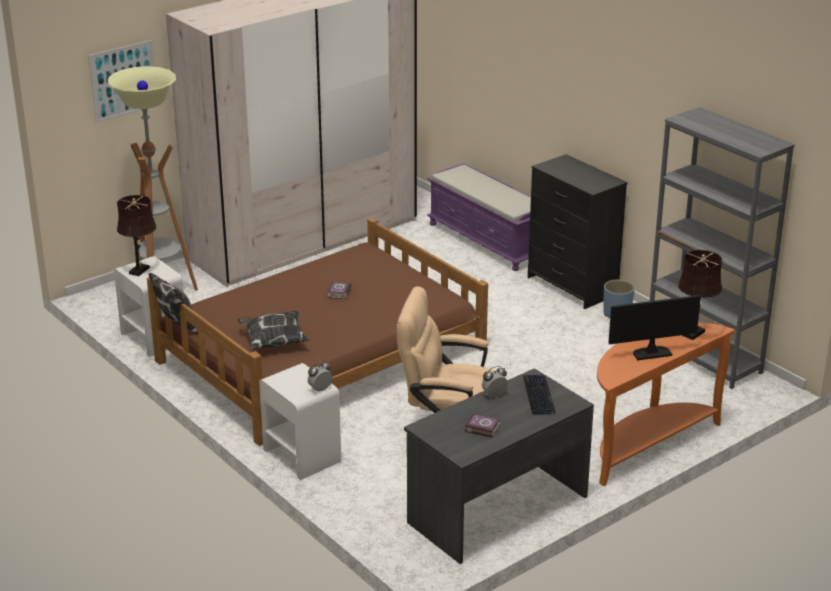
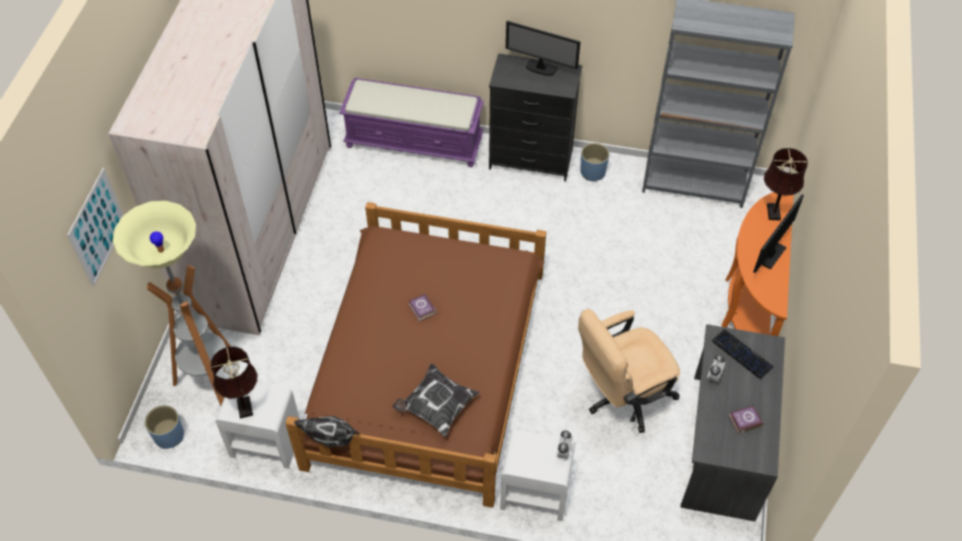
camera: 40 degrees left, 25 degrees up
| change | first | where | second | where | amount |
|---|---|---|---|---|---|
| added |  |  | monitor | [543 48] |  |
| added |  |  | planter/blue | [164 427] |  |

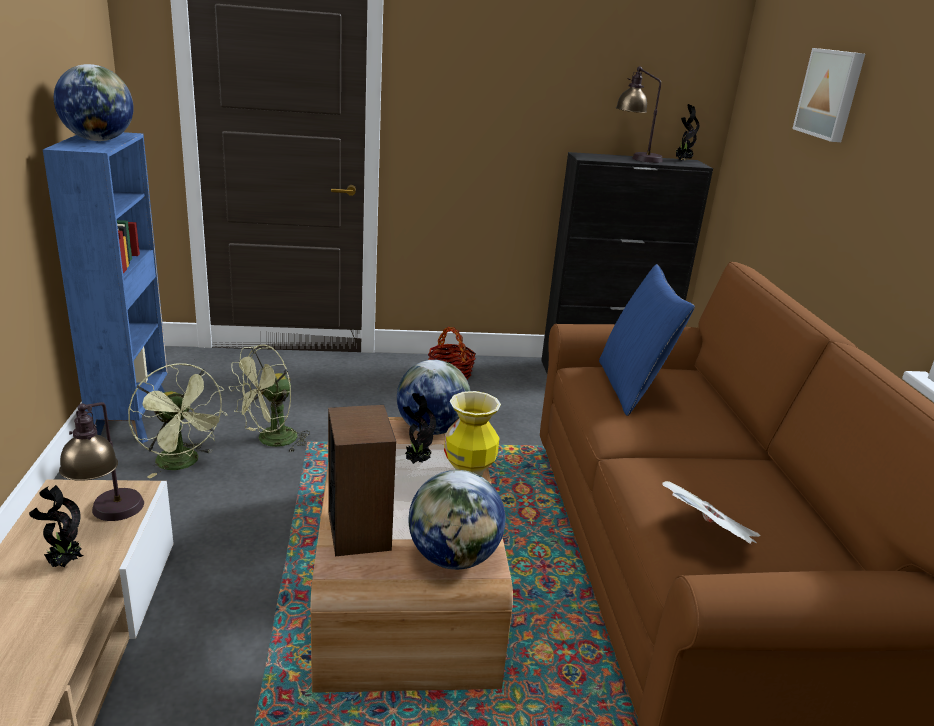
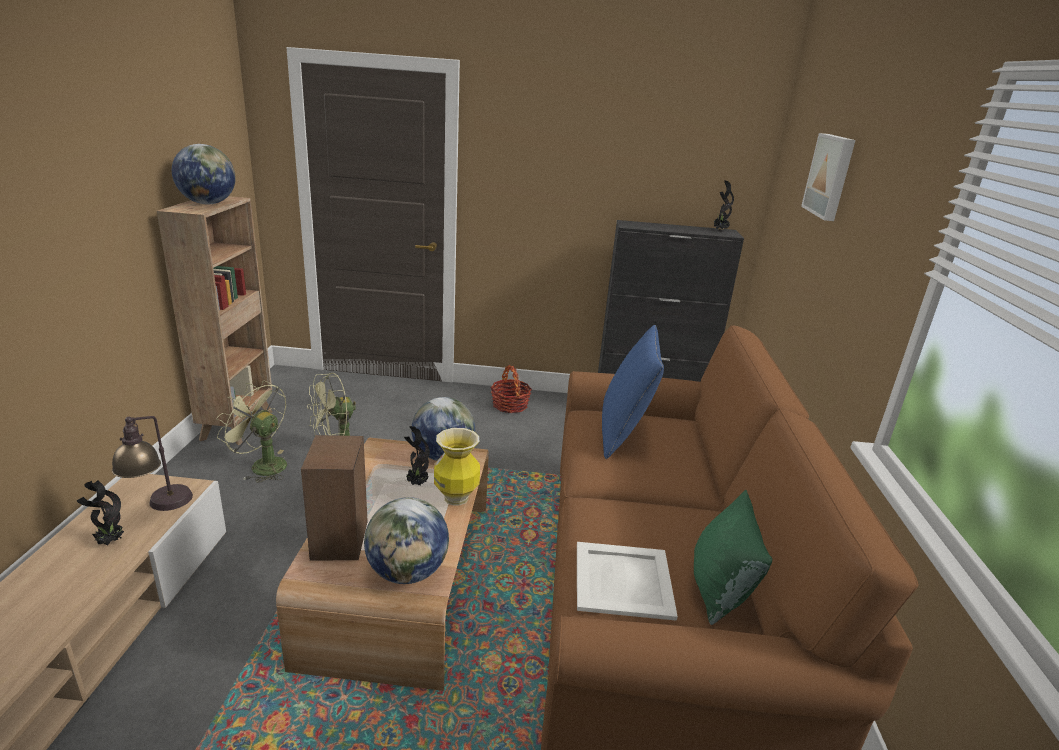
camera: 10 degrees right, 0 degrees up
| change | first | where | second | where | amount |
|---|---|---|---|---|---|
| removed | table lamp | [639 114] |  |  |  |
| recoloured | bookcase/blue | [105 287] | bookcase/brown | [215 320] |  |
| turned | fan/green | [178 421] |  | [251 432] | 150 degrees clockwise |
| replaced | newspaper | [711 512] | tray/white | [627 581] |  |
| added |  |  | pillow/green | [733 557] |  |

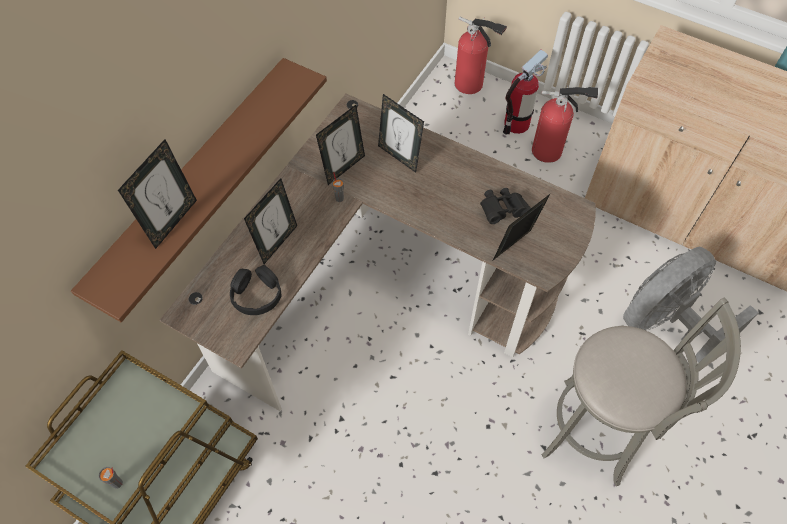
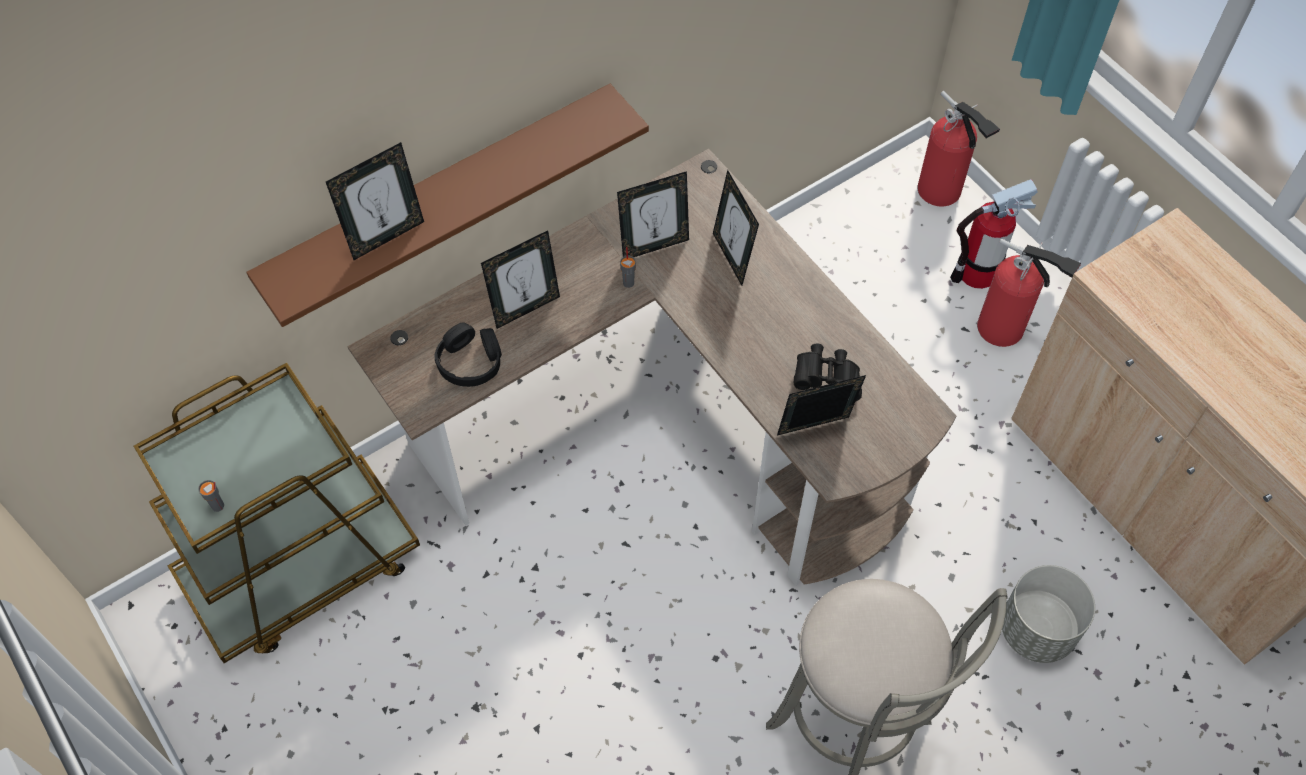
camera: 25 degrees right, 0 degrees up
| change | first | where | second | where | amount |
|---|---|---|---|---|---|
| replaced | fan/grey | [691 305] | planter/grey | [1048 614] |  |

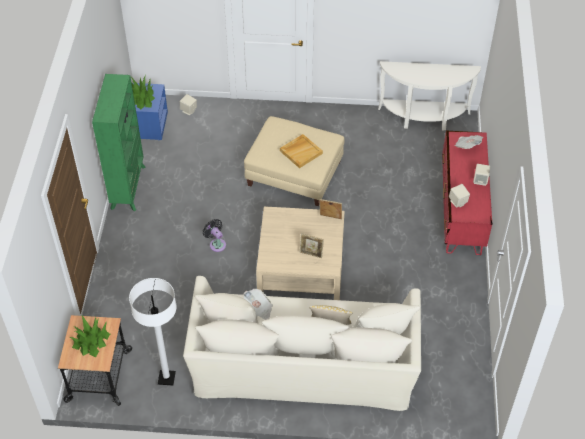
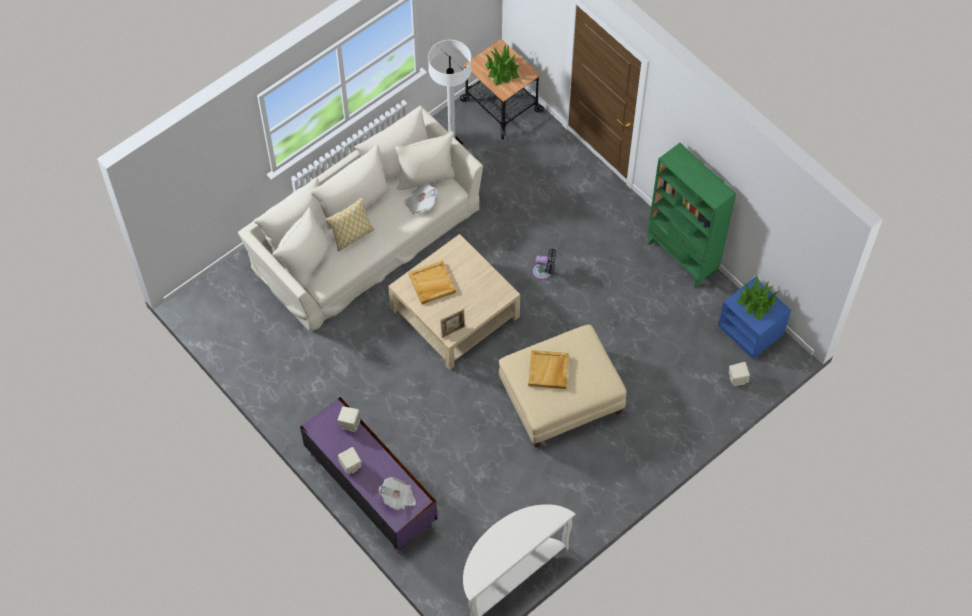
camera: 135 degrees right, 10 degrees up
| change | first | where | second | where | amount |
|---|---|---|---|---|---|
| recoloured | tv stand/red | [467 193] | tv stand/purple | [369 475] |  |
| replaced | picture frame | [312 245] | tray/beige | [432 282] |  |

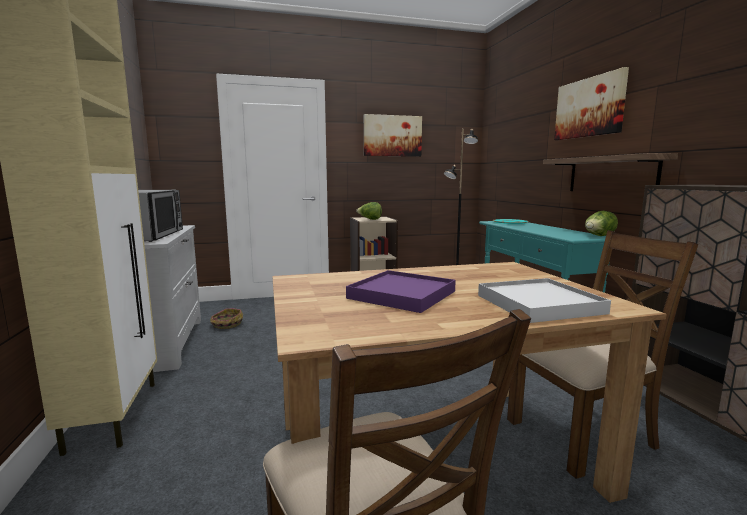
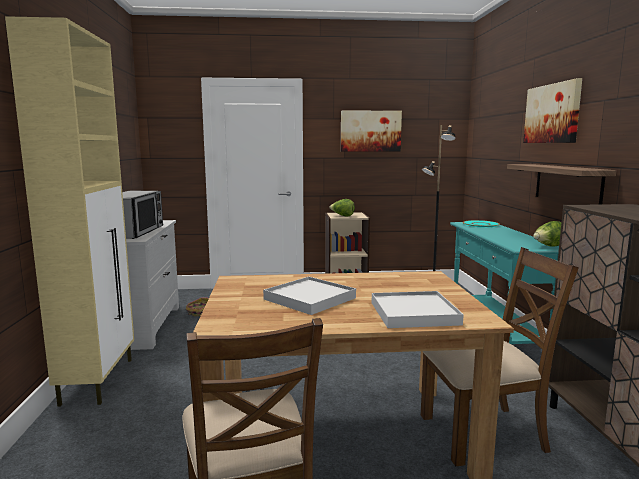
camera: 10 degrees right, 0 degrees up
| change | first | where | second | where | amount |
|---|---|---|---|---|---|
| recoloured | tray/purple | [401 291] | tray/white | [309 296] |  |

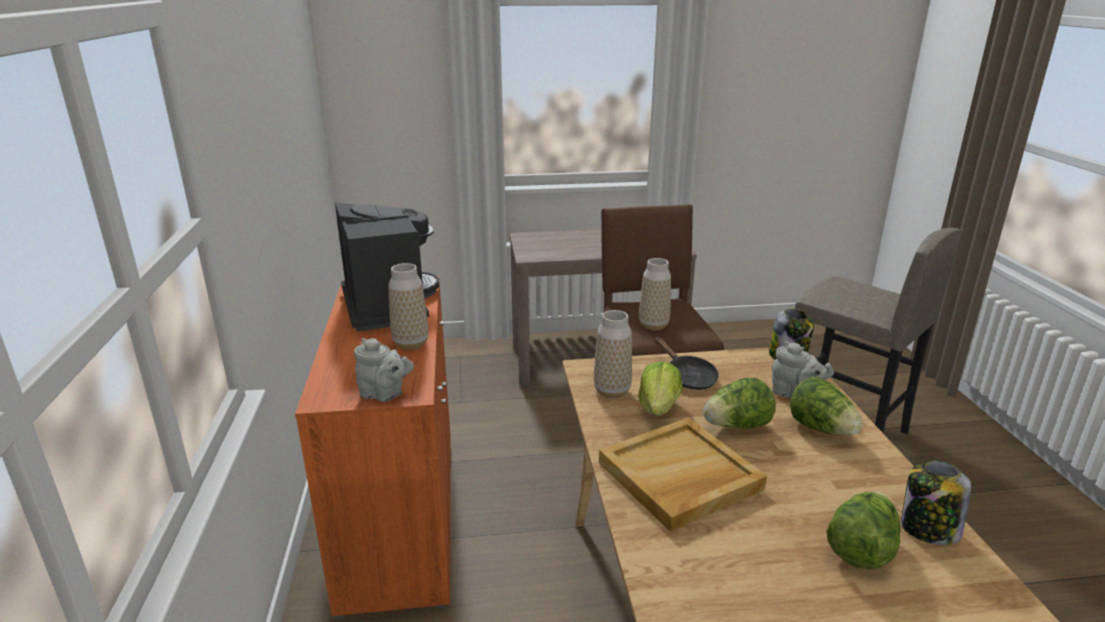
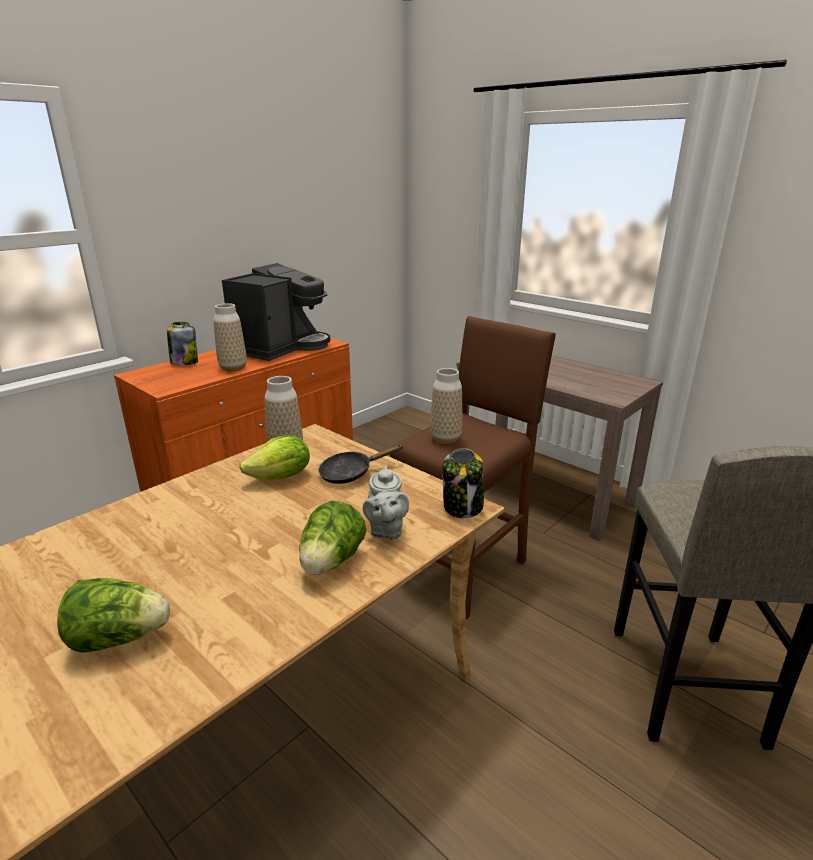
camera: 50 degrees right, 0 degrees up
| change | first | where | second | where | amount |
|---|---|---|---|---|---|
| turned | frying pan/black | [687 363] |  | [361 464] | 45 degrees clockwise |
| removed | teapot/grey | [384 370] |  |  |  |
| removed | lettuce | [739 403] |  |  |  |
| removed | tray/beige | [683 474] |  |  |  |
| moved | jar | [936 503] |  | [182 343] |  |

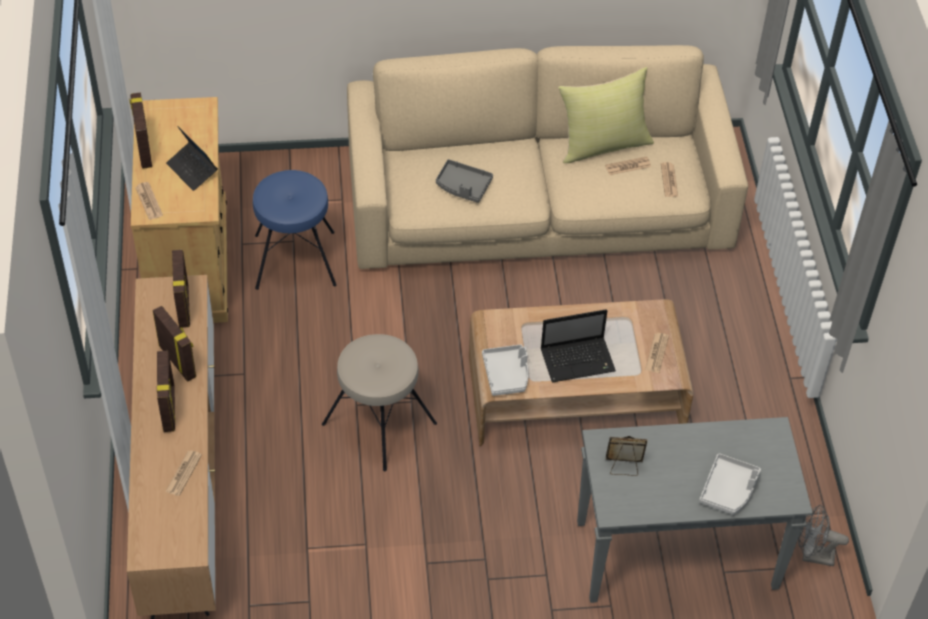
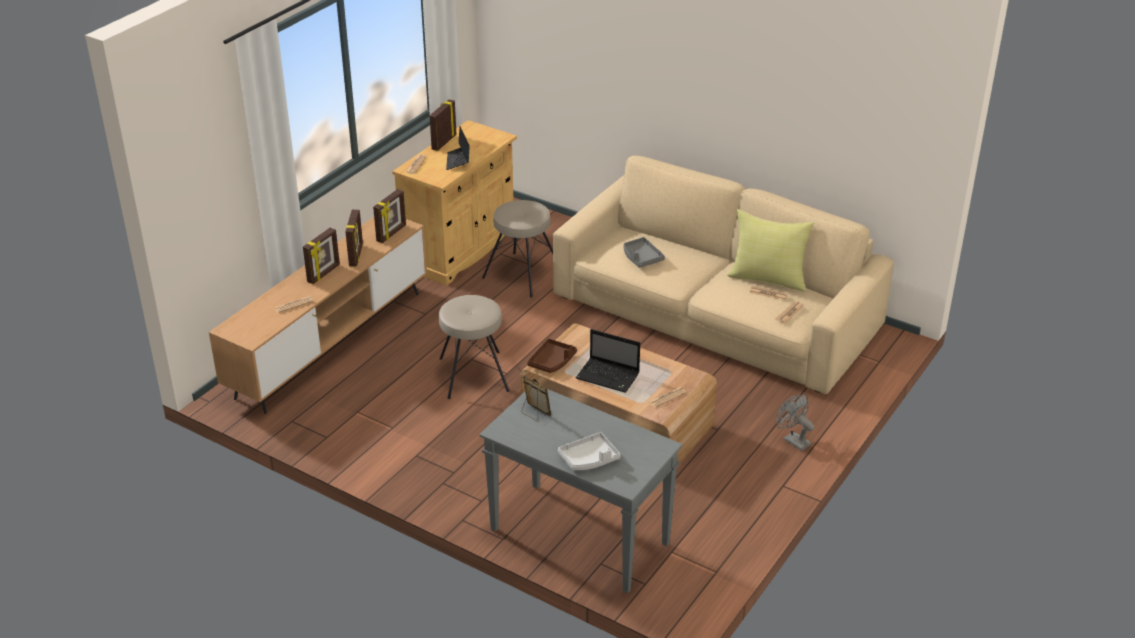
camera: 40 degrees right, 15 degrees down
| change | first | where | second | where | amount |
|---|---|---|---|---|---|
| recoloured | stool/blue | [294 230] | stool/beige | [517 249] |  |
| recoloured | tray/grey | [505 370] | tray/brown | [552 356] |  |
| moved | fan/grey | [823 535] |  | [795 423] |  |

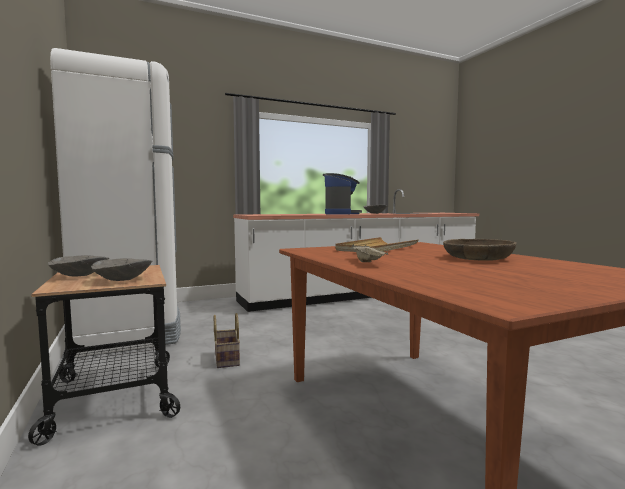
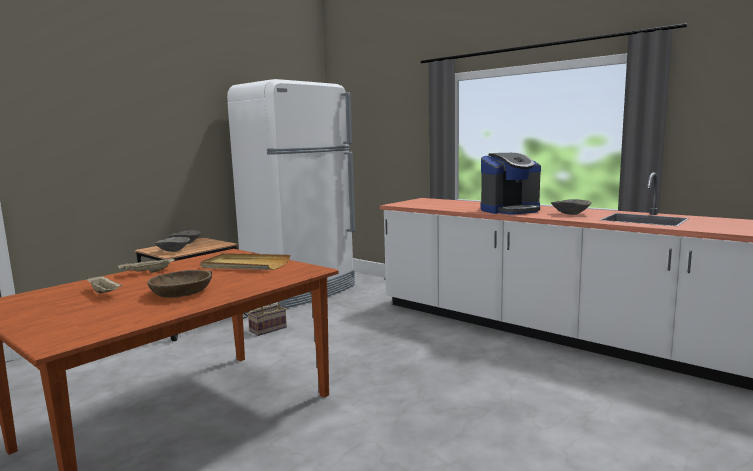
camera: 65 degrees right, 5 degrees up
| change | first | where | second | where | amount |
|---|---|---|---|---|---|
| added |  |  | tray/beige | [104 284] |  |

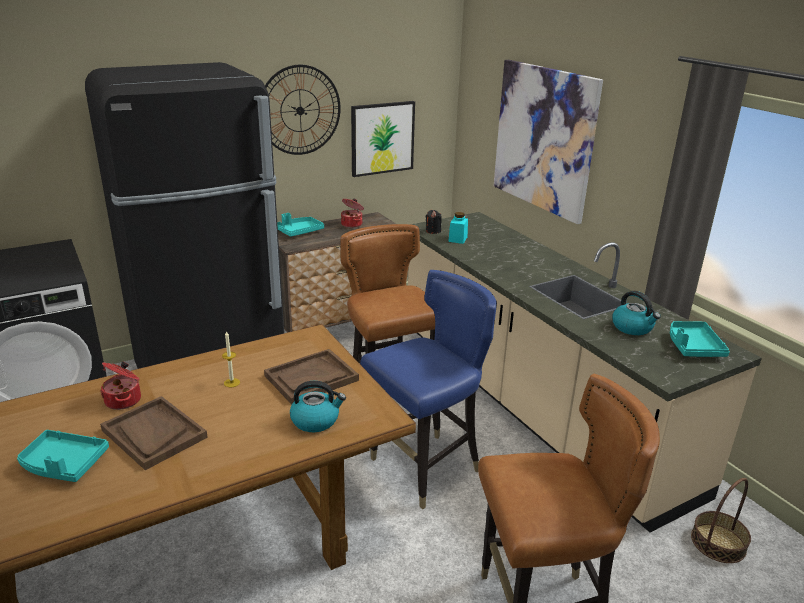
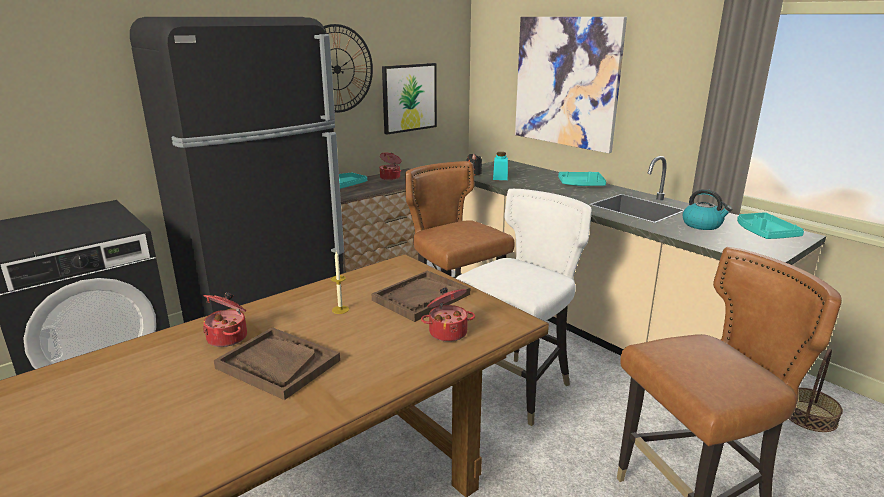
camera: 10 degrees left, 5 degrees down
| change | first | where | second | where | amount |
|---|---|---|---|---|---|
| recoloured | chair/blue | [428 389] | chair/white | [524 307] |  |
| replaced | kettle | [318 406] | cooking pot | [448 314] |  |
| moved | tray/turquoise | [63 456] |  | [582 179] |  |

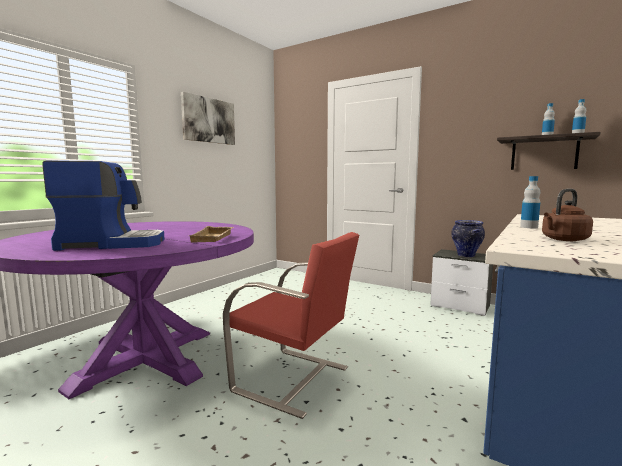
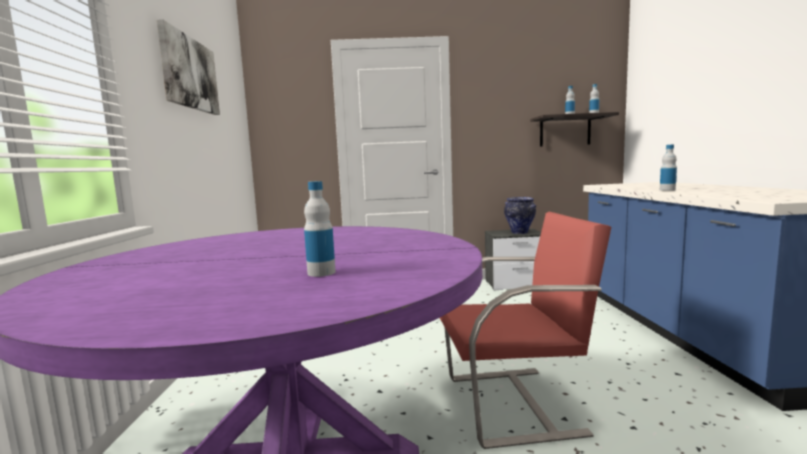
camera: 35 degrees left, 0 degrees up
| change | first | where | second | where | amount |
|---|---|---|---|---|---|
| replaced | coffee machine | [104 205] | bottle | [320 229] |  |
| removed | kettle/brown | [567 215] |  |  |  |
| removed | tray/beige | [211 234] |  |  |  |

